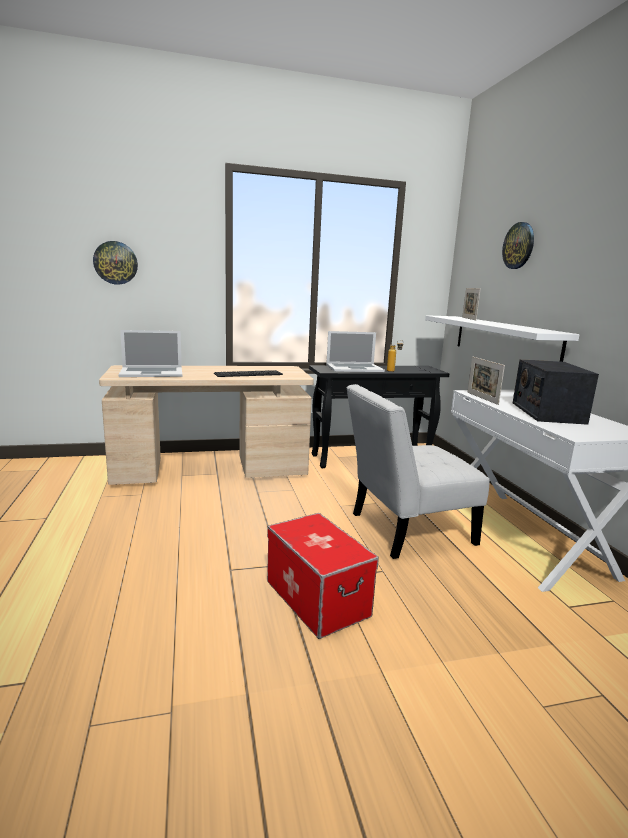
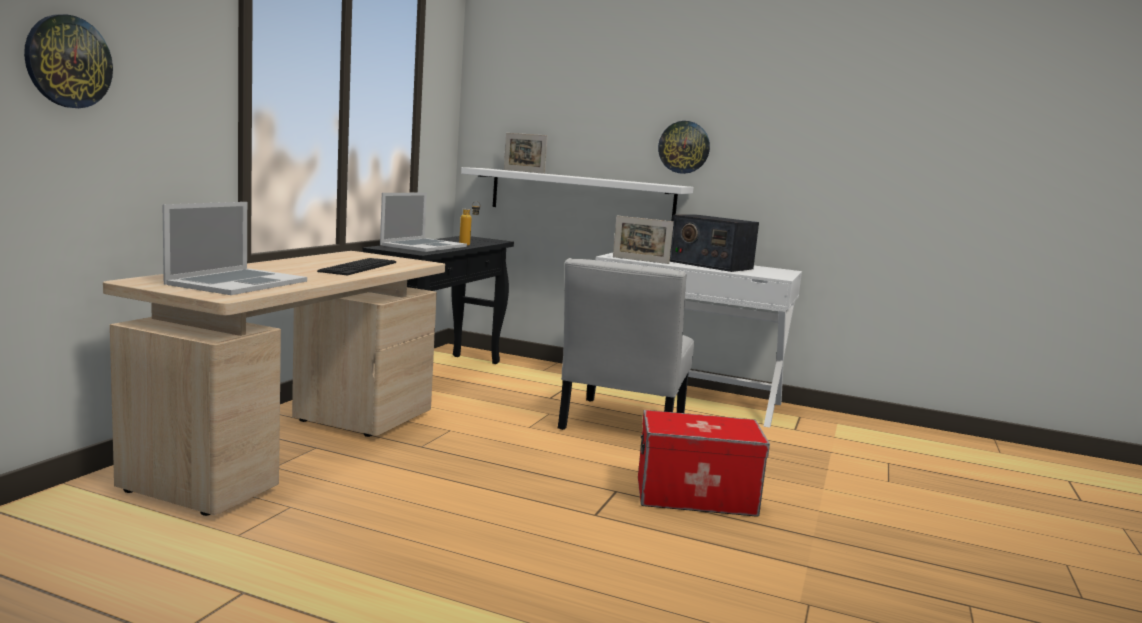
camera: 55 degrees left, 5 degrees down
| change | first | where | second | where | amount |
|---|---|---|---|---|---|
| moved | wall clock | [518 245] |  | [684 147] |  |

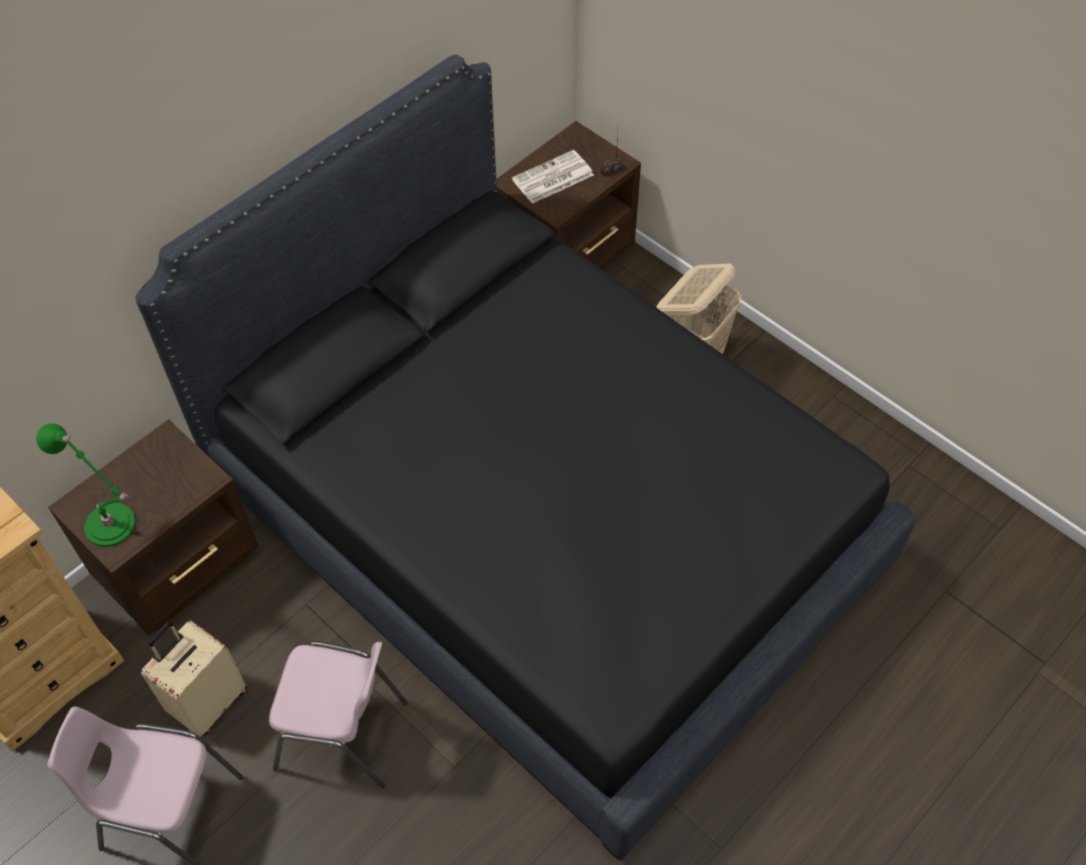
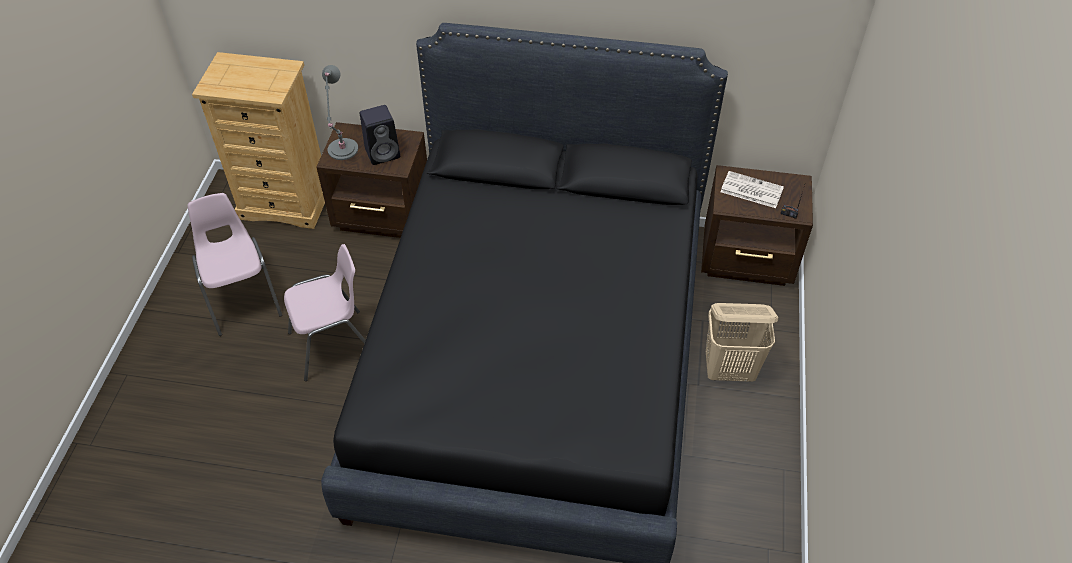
camera: 55 degrees right, 5 degrees down
| change | first | where | second | where | amount |
|---|---|---|---|---|---|
| recoloured | table lamp/green | [85 485] | table lamp/grey | [340 112] |  |
| removed | suitcase/beige | [194 678] |  |  |  |
| turned | chair/pink | [338 714] |  | [325 312] | 90 degrees counterclockwise |
| added |  |  | speaker/black | [380 135] |  |

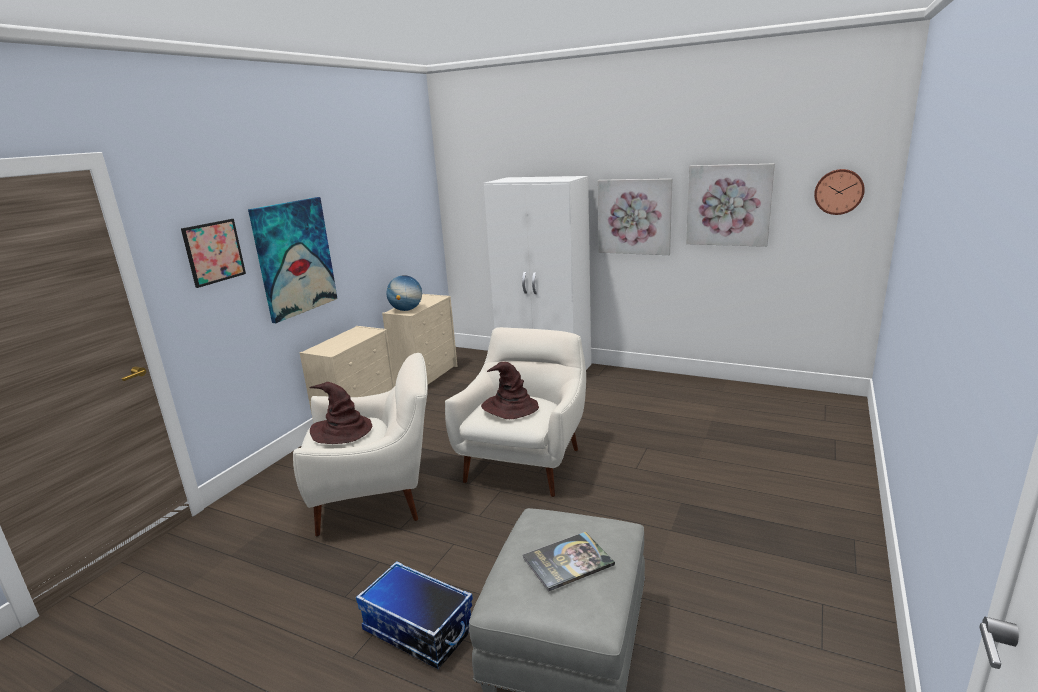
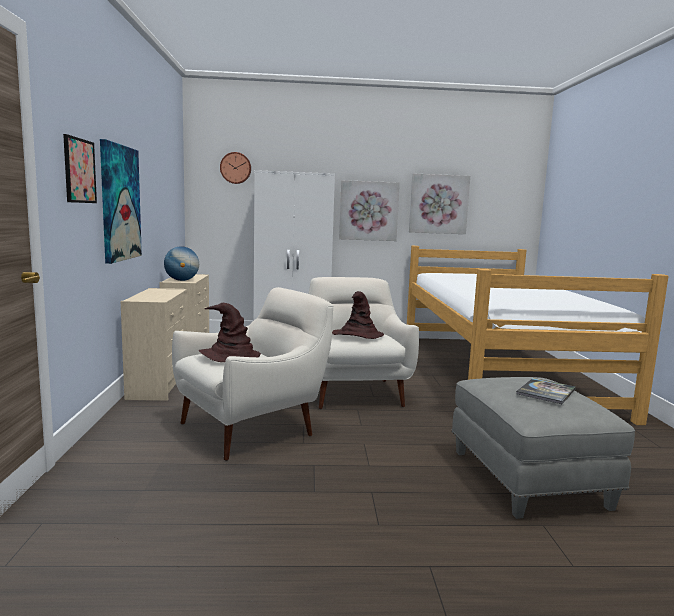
camera: 30 degrees left, 10 degrees down
| change | first | where | second | where | amount |
|---|---|---|---|---|---|
| moved | wall clock | [839 192] |  | [235 168] |  |
| removed | storage box | [414 615] |  |  |  |
| added |  |  | bed | [537 335] |  |

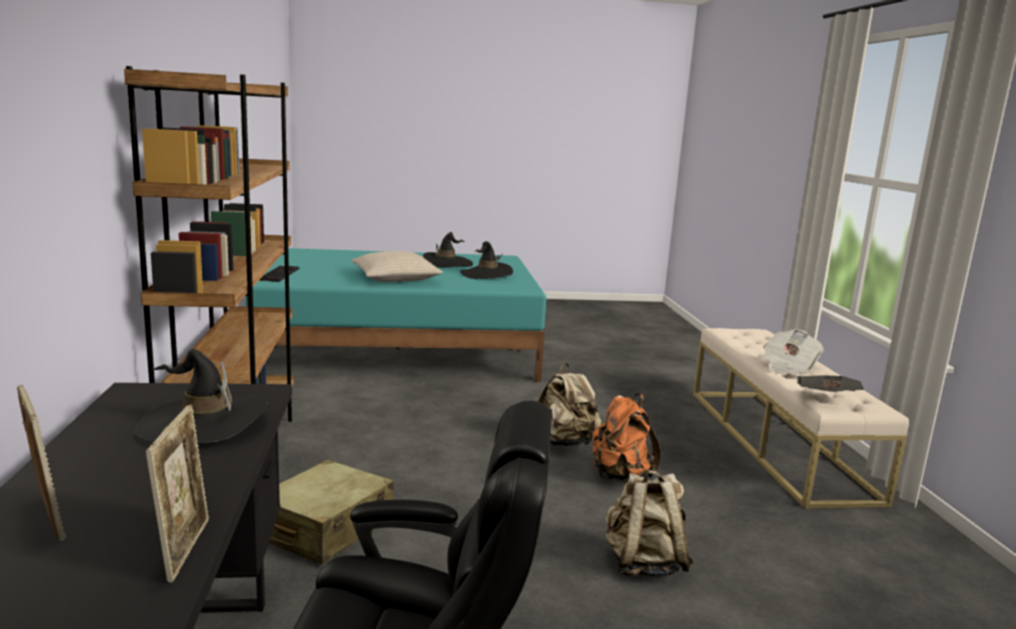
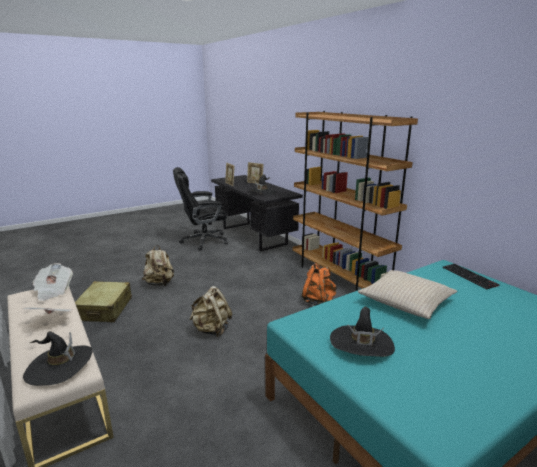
camera: 155 degrees right, 5 degrees up
| change | first | where | second | where | amount |
|---|---|---|---|---|---|
| moved | hat/black | [448 250] |  | [58 359] |  |
| moved | backpack/orange | [626 437] |  | [319 284] |  |
| moved | suitcase/beige | [331 512] |  | [103 301] |  |

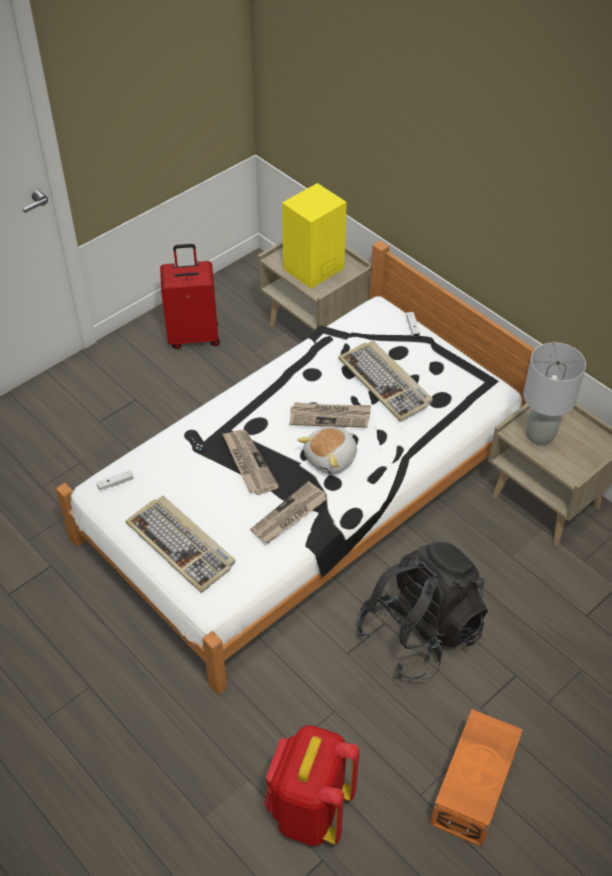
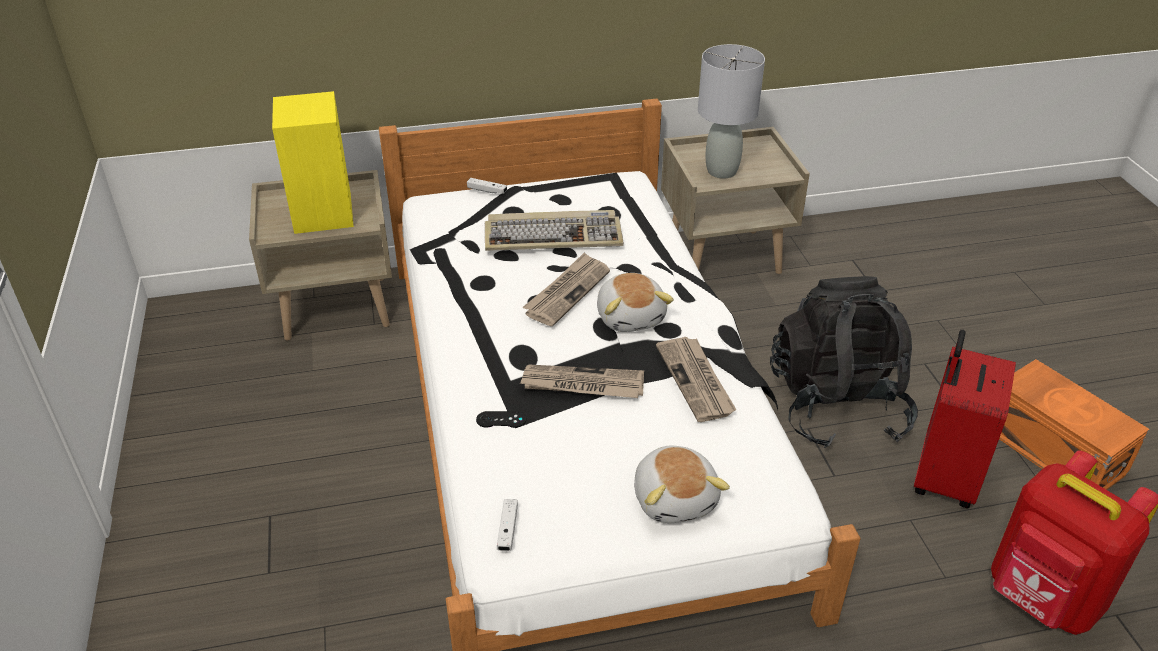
camera: 60 degrees left, 10 degrees down
| change | first | where | second | where | amount |
|---|---|---|---|---|---|
| moved | suitcase/red | [190 296] |  | [965 419] |  |
| replaced | keyboard | [180 544] | plush toy | [682 484] |  |

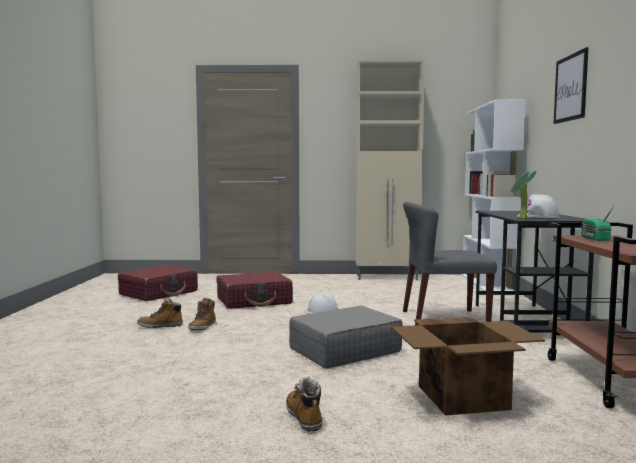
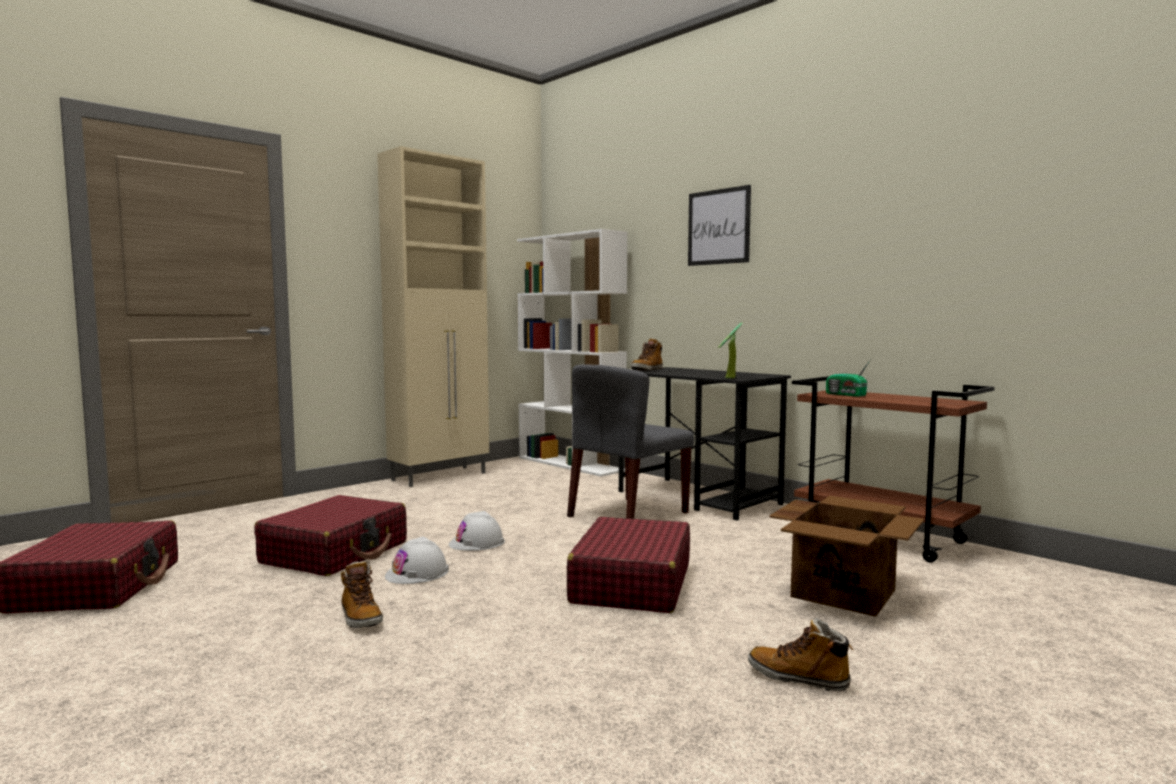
camera: 45 degrees left, 0 degrees up
| change | first | where | second | where | amount |
|---|---|---|---|---|---|
| moved | hard hat/white | [538 206] |  | [417 560] |  |
| moved | boot | [160 313] |  | [646 354] |  |
| recoloured | suitcase/grey | [346 337] | suitcase/red | [628 565] |  |

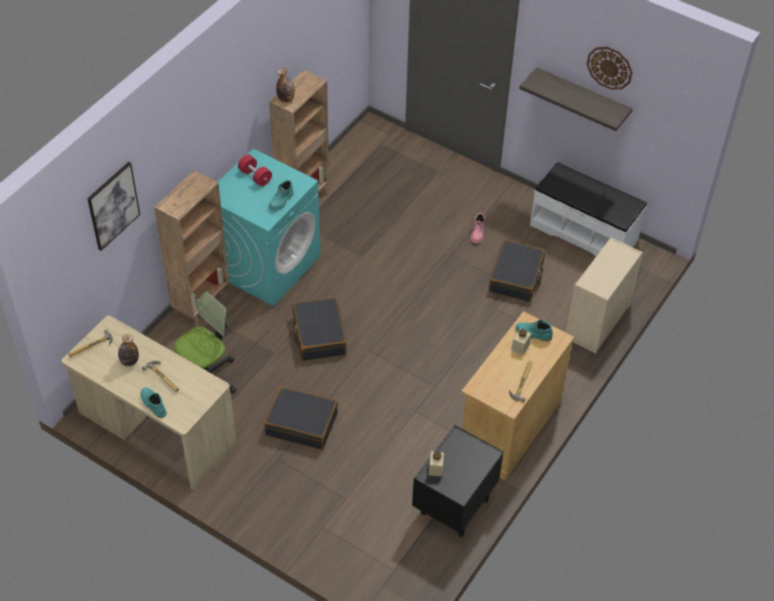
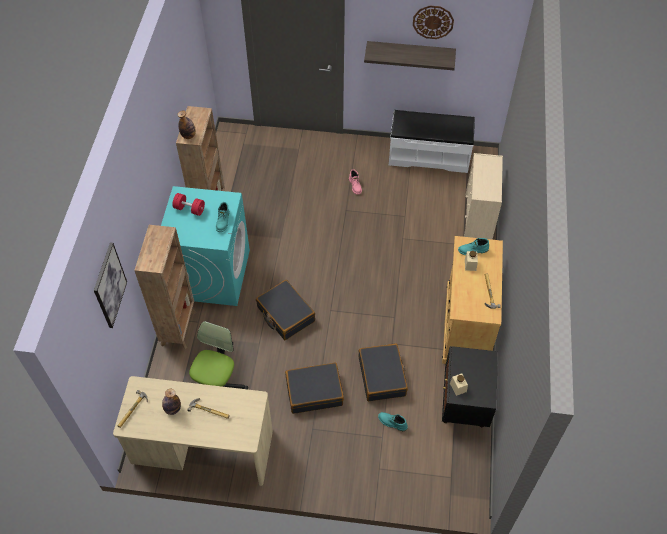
camera: 25 degrees left, 5 degrees up
| change | first | where | second | where | amount |
|---|---|---|---|---|---|
| moved | suitcase/black | [517 271] |  | [383 372] |  |
| moved | boot/turquoise | [154 402] |  | [393 421] |  |

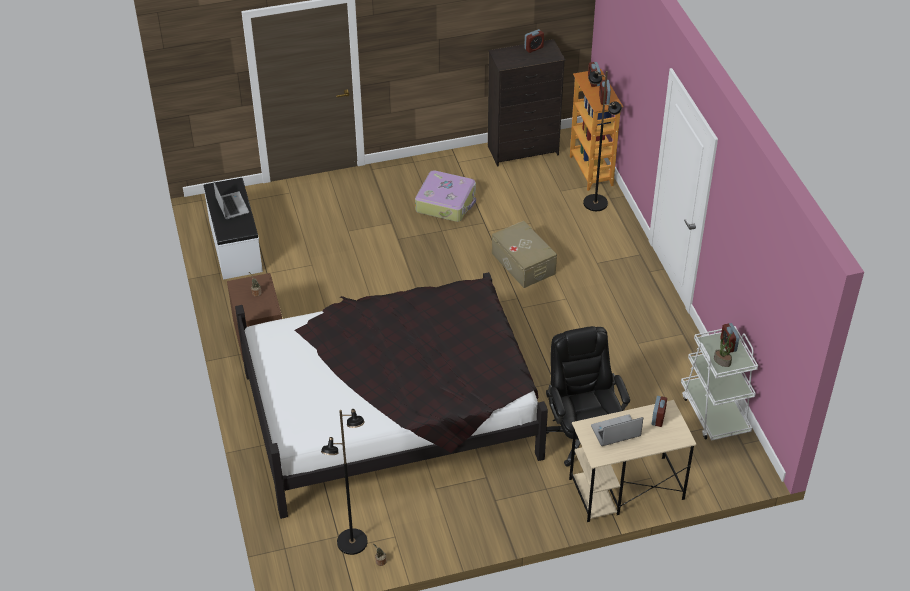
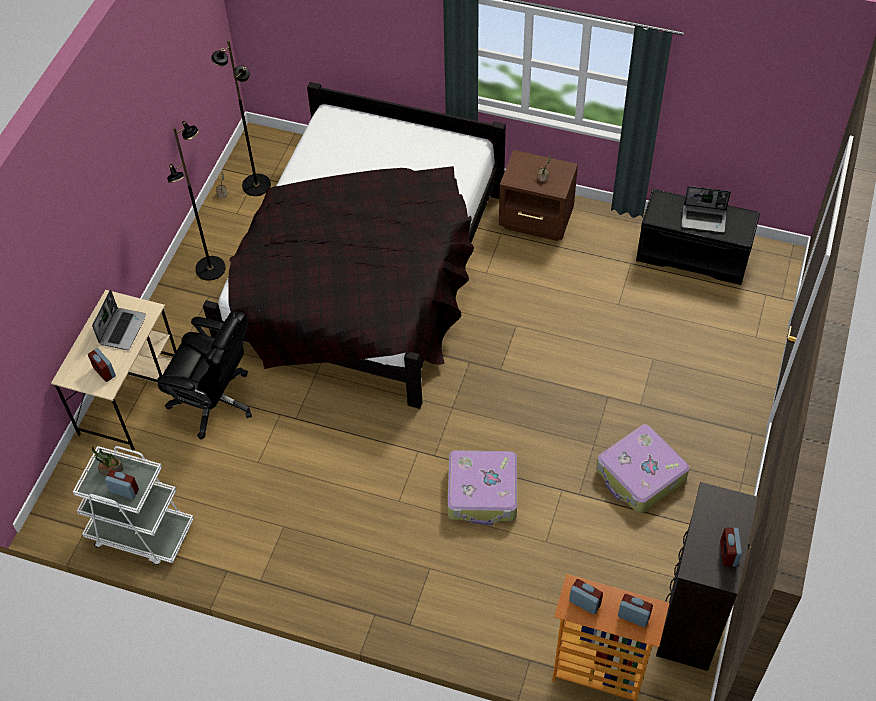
camera: 125 degrees right, 10 degrees up
| change | first | where | second | where | amount |
|---|---|---|---|---|---|
| moved | floor lamp/black | [602 141] |  | [196 201] |  |
| recoloured | bench/white | [233 229] | bench/black | [698 237] |  |
| replaced | storage box/beige | [524 254] | suitcase | [482 488] |  |

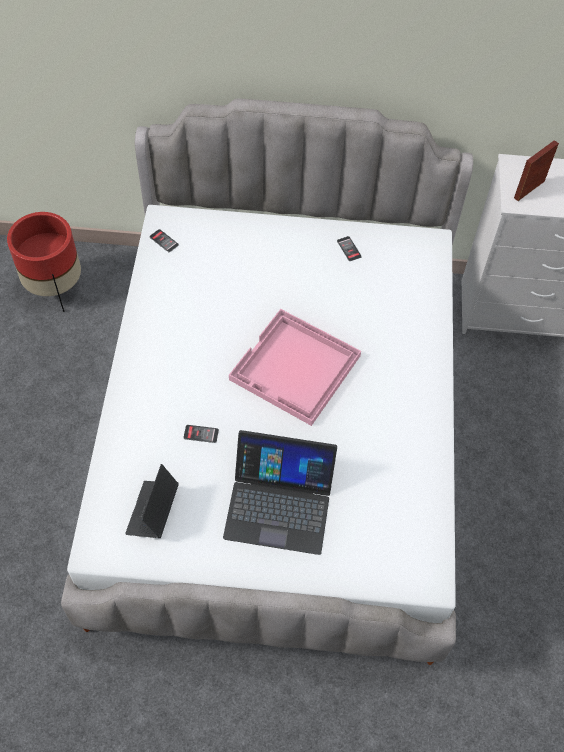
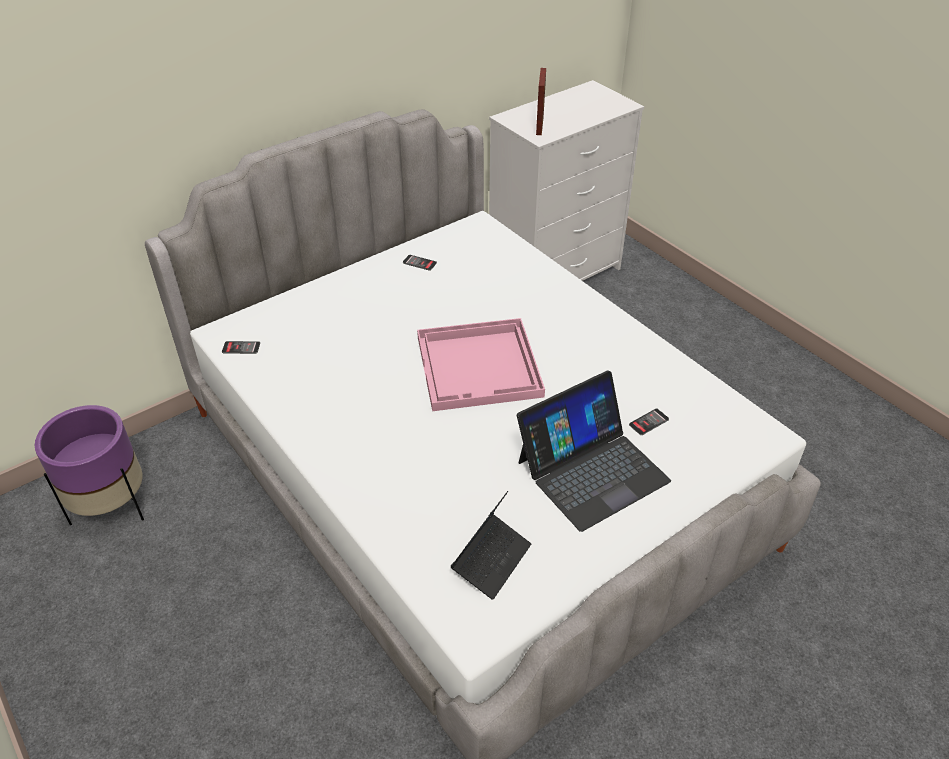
camera: 40 degrees left, 15 degrees down
| change | first | where | second | where | amount |
|---|---|---|---|---|---|
| recoloured | planter/red | [44 262] | planter/purple | [89 465] |  |
| moved | phone | [201 434] |  | [649 422] |  |
| turned | laptop | [152 501] |  | [490 545] | 120 degrees counterclockwise |

